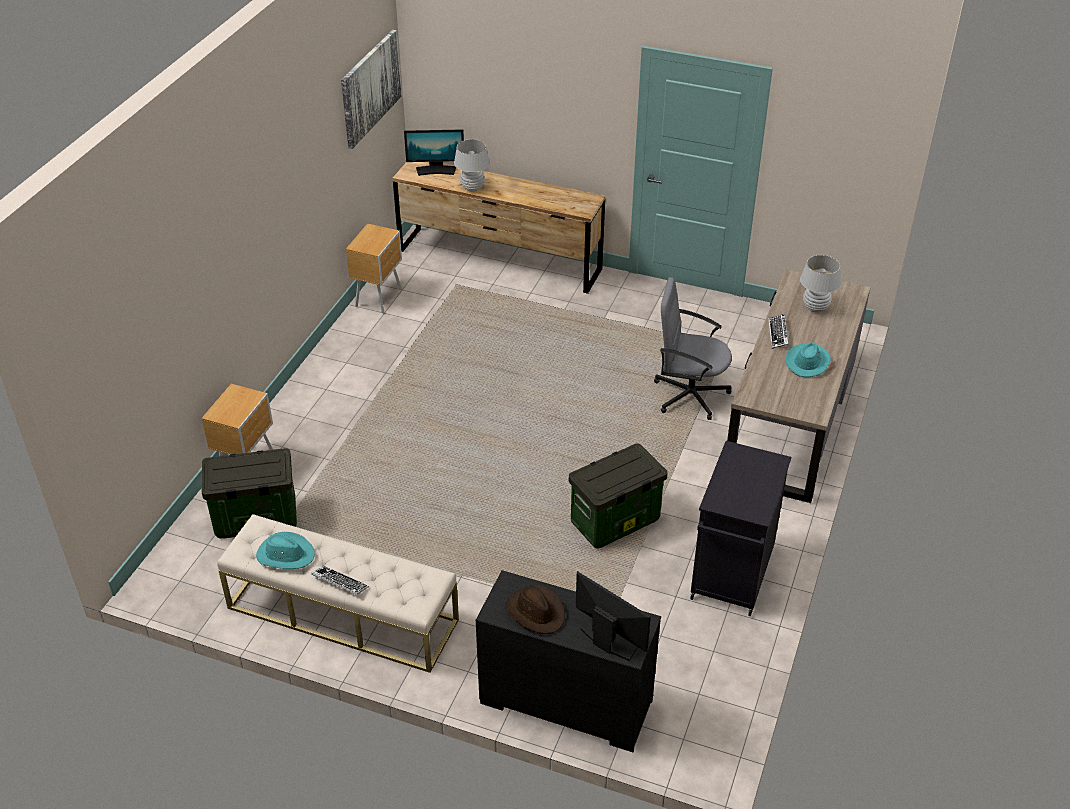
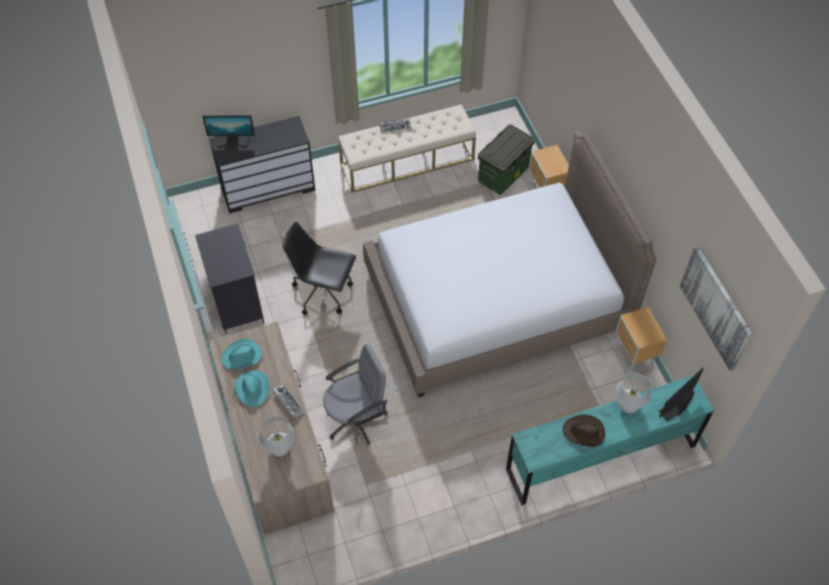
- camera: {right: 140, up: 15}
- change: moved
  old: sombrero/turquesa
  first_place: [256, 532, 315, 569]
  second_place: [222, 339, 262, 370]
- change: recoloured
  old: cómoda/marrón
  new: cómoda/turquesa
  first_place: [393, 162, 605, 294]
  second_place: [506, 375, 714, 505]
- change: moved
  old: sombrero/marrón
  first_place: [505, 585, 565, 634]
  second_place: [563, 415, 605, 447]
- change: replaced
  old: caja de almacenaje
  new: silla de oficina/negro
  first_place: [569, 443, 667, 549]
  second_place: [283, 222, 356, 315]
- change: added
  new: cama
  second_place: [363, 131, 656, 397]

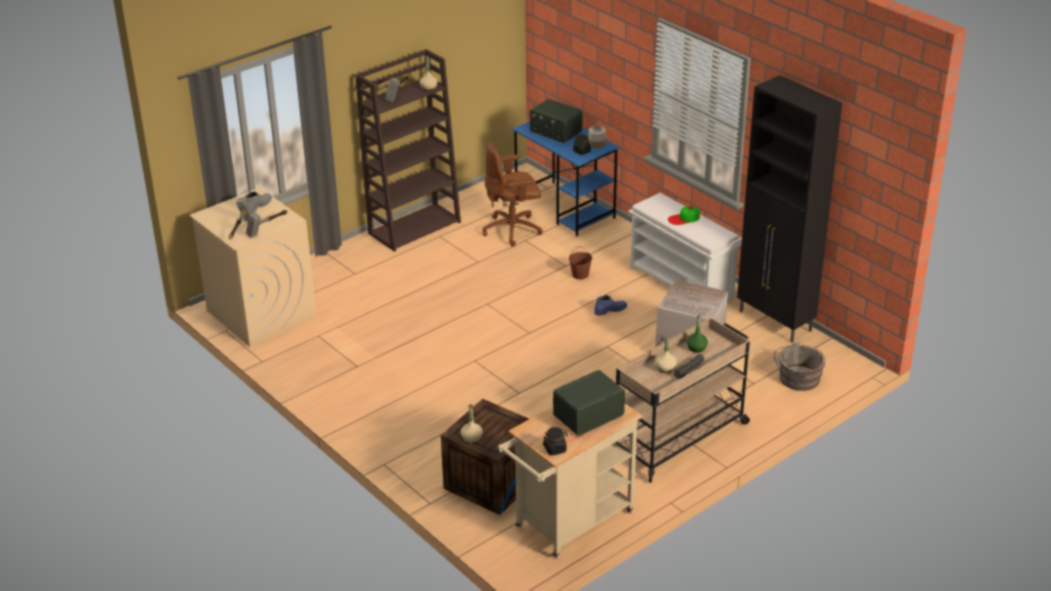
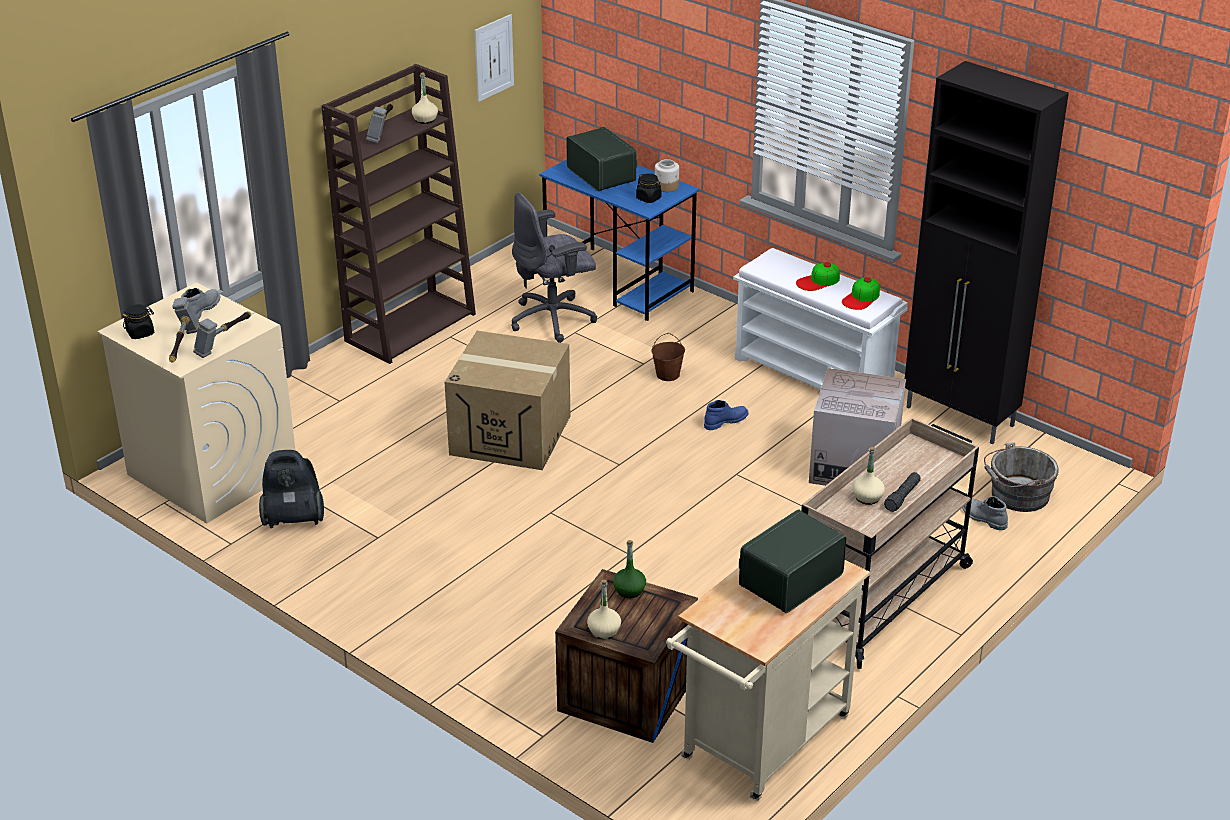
- camera: {right: -10, up: 0}
- change: recoloured
  old: silla de oficina/marrón
  new: silla de oficina/gris
  first_place: [483, 141, 543, 247]
  second_place: [511, 193, 597, 343]
- change: turned
  old: radio
  first_place: [529, 99, 583, 143]
  second_place: [566, 127, 637, 191]
  degrees: -150
- change: moved
  old: tarro/negro
  first_place: [543, 427, 568, 456]
  second_place: [123, 304, 154, 339]
- change: moved
  old: botella/verde
  first_place: [686, 314, 708, 353]
  second_place: [613, 540, 646, 598]
- change: added
  new: aspiradora
  second_place: [259, 450, 324, 528]
- change: added
  new: caja de cartón
  second_place: [445, 331, 570, 470]
- change: added
  new: cuadro
  second_place: [474, 14, 514, 102]
- change: added
  new: gorra
  second_place: [842, 277, 880, 310]
- change: added
  new: bota/gris
  second_place: [962, 496, 1008, 530]

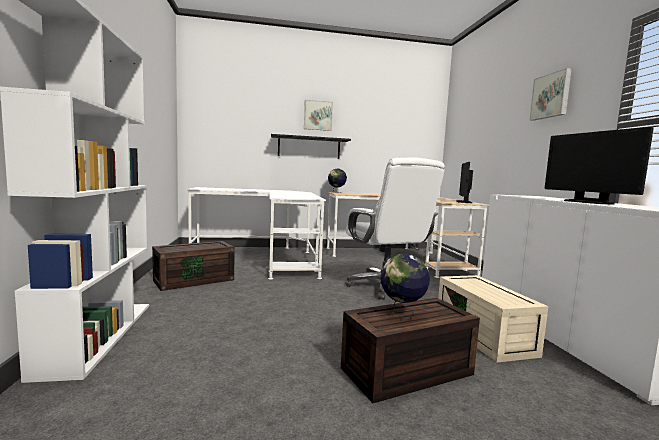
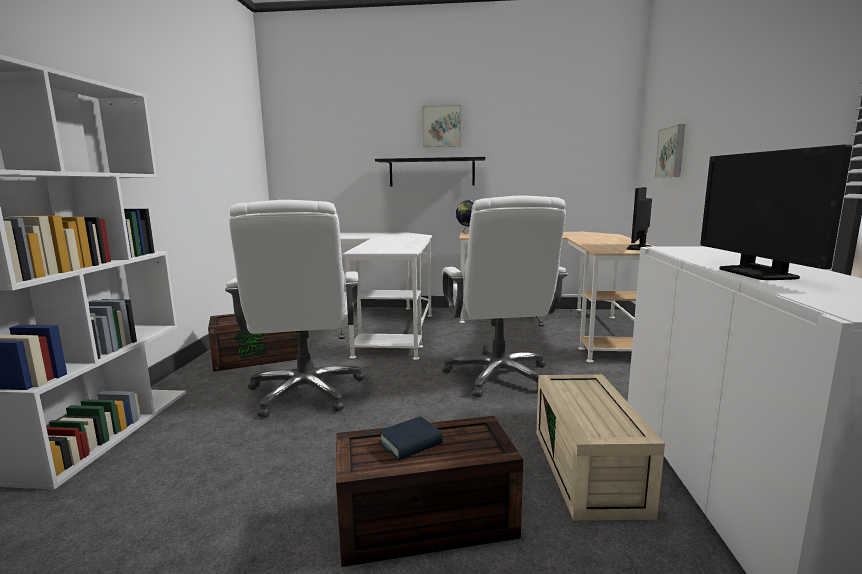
- camera: {right: 15, up: 5}
- change: replaced
  old: globo terráqueo
  new: libro
  first_place: [381, 254, 430, 319]
  second_place: [379, 416, 443, 461]
- change: moved
  old: cuadro
  first_place: [529, 68, 572, 121]
  second_place: [655, 124, 685, 178]
- change: added
  new: silla de oficina/blanco
  second_place: [225, 200, 364, 418]

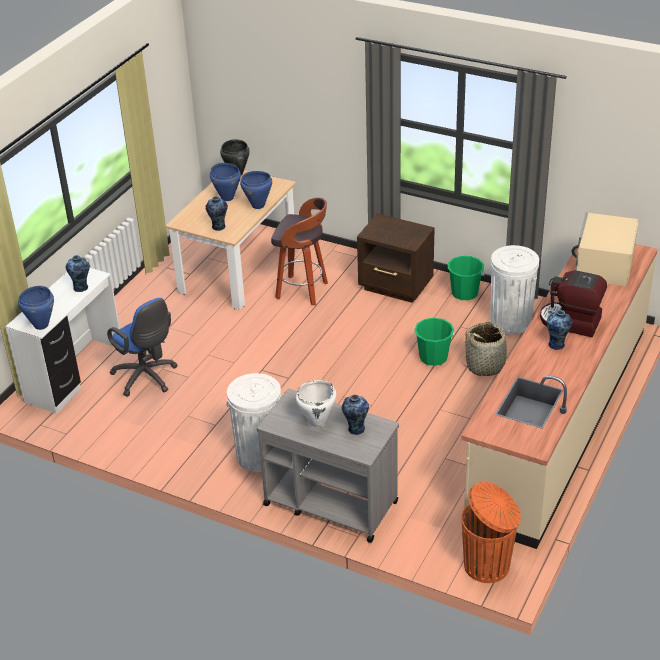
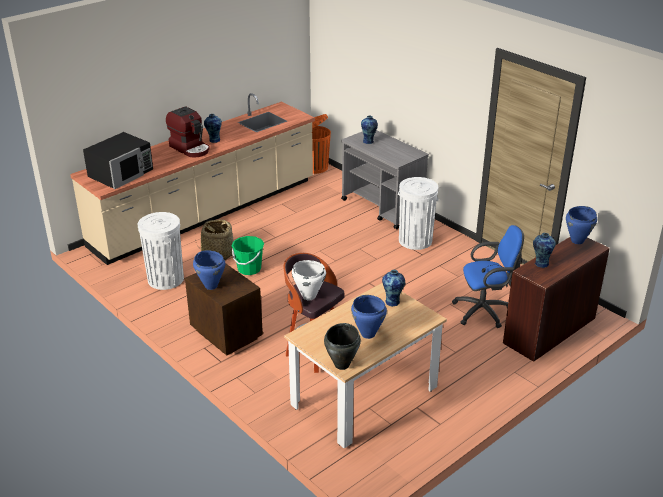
- camera: {right: -160, up: -5}
- change: recoloured
  old: escritorio/blanco
  new: escritorio/marrón
  first_place: [5, 268, 120, 414]
  second_place: [503, 237, 610, 362]
- change: turned
  old: silla de oficina/azul
  first_place: [107, 298, 178, 397]
  second_place: [452, 225, 524, 328]
  degrees: 105
- change: moved
  old: olla/azul
  first_place: [240, 171, 272, 209]
  second_place: [193, 250, 225, 290]
- change: moved
  old: olla/blanco
  first_place: [296, 380, 336, 428]
  second_place: [292, 260, 326, 300]
- change: removed
  old: cubo/verde
  first_place: [448, 256, 485, 300]
- change: recoloured
  old: microondas/beis
  new: microondas/negro
  first_place: [572, 212, 638, 286]
  second_place: [83, 132, 153, 189]

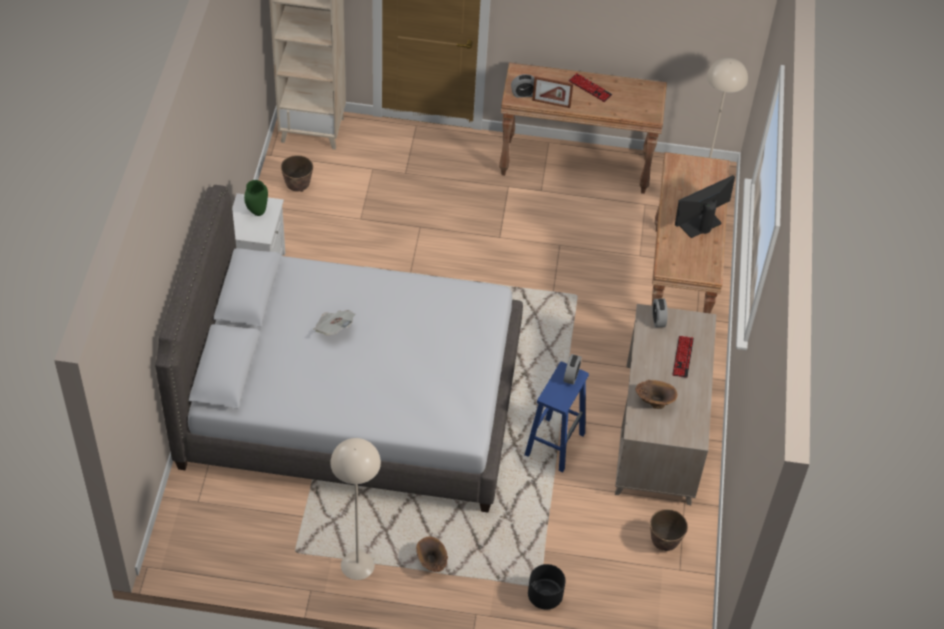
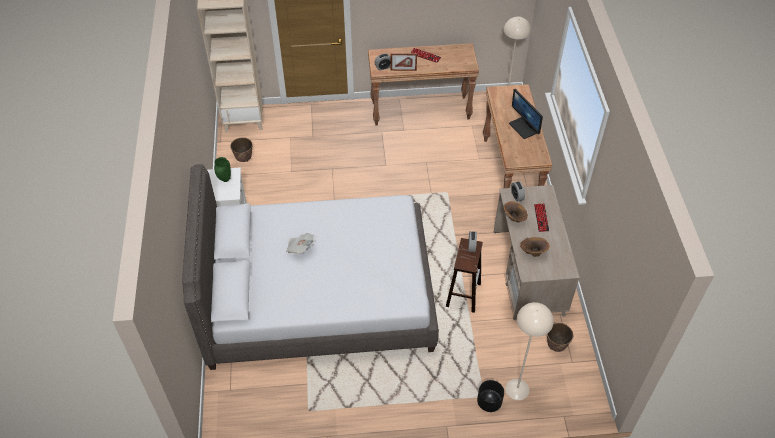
- camera: {right: -10, up: 0}
- change: moved
  old: lámpara de pie/beis
  first_place: [330, 438, 381, 580]
  second_place: [505, 302, 554, 400]
- change: moved
  old: florero/marrón
  first_place: [416, 537, 448, 572]
  second_place: [504, 201, 528, 222]
- change: recoloured
  old: taburete/azul
  new: taburete/marrón
  first_place: [525, 361, 589, 472]
  second_place: [446, 238, 483, 313]
- change: turned
  old: monitor
  first_place: [675, 175, 735, 238]
  second_place: [509, 89, 543, 139]
  degrees: -75

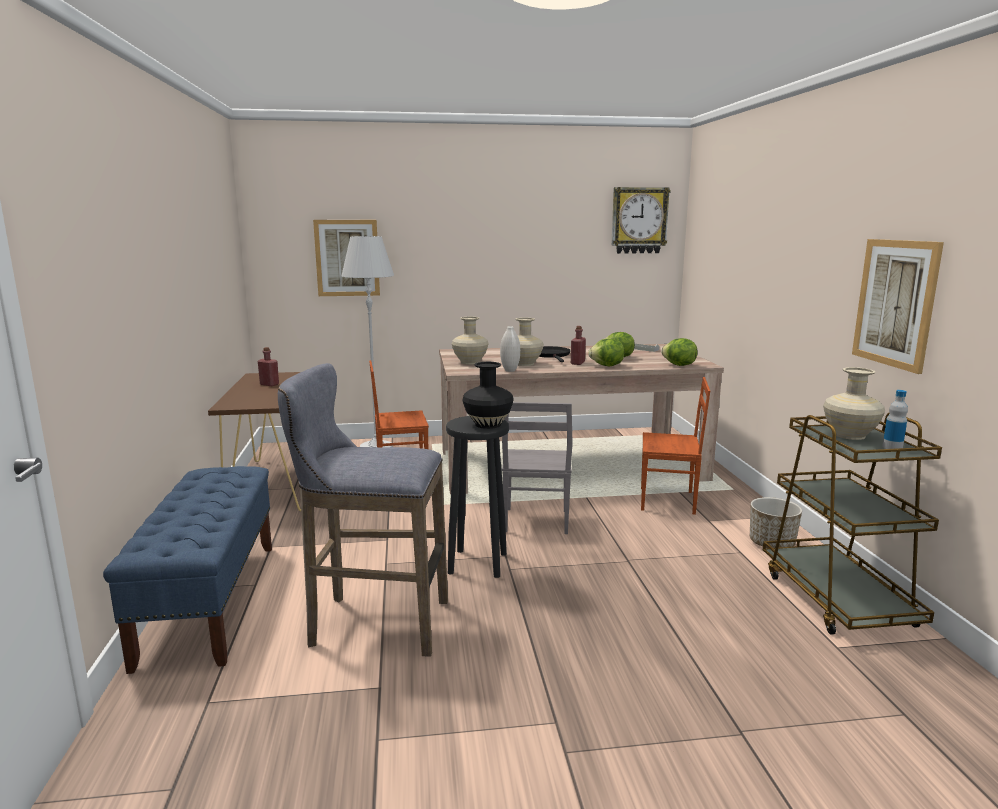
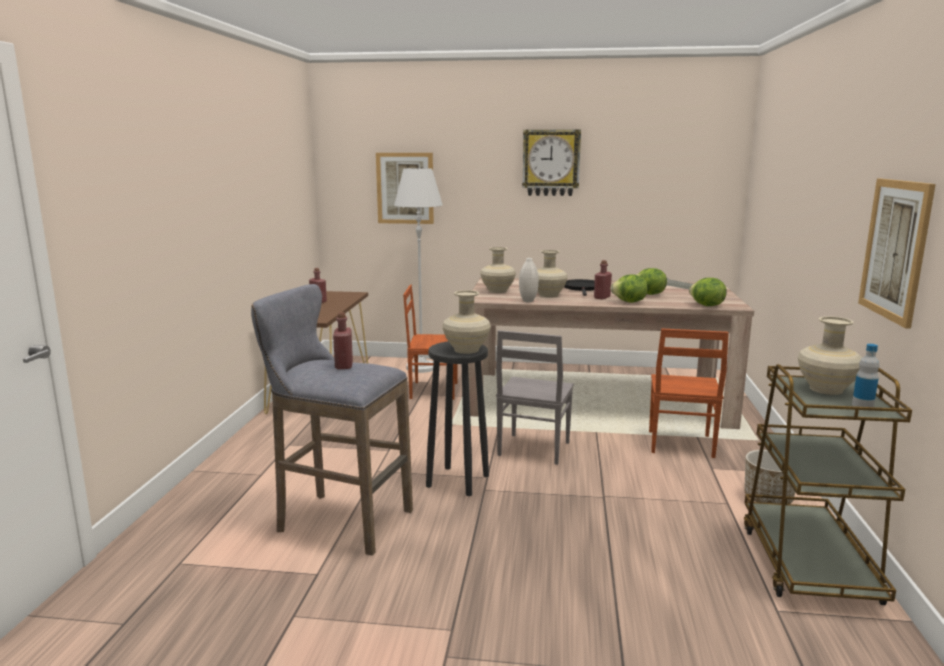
- camera: {right: 15, up: 0}
- change: removed
  old: banco/azul
  first_place: [103, 466, 272, 674]
- change: recoloured
  old: florero/negro
  new: florero/beis
  first_place: [462, 362, 514, 429]
  second_place: [442, 290, 491, 354]
- change: moved
  old: reloj de pared
  first_place: [611, 187, 671, 254]
  second_place: [522, 129, 581, 196]
- change: turned
  old: silla/marrón
  first_place: [641, 377, 710, 515]
  second_place: [649, 329, 729, 458]
  degrees: 75
- change: added
  new: botella/rojo
  second_place: [333, 312, 353, 369]

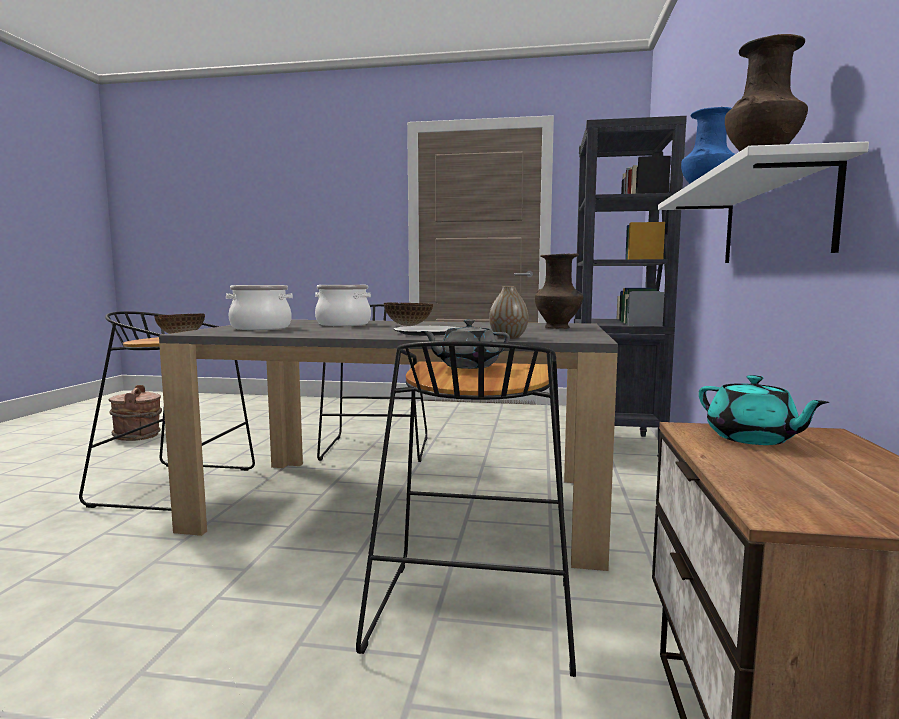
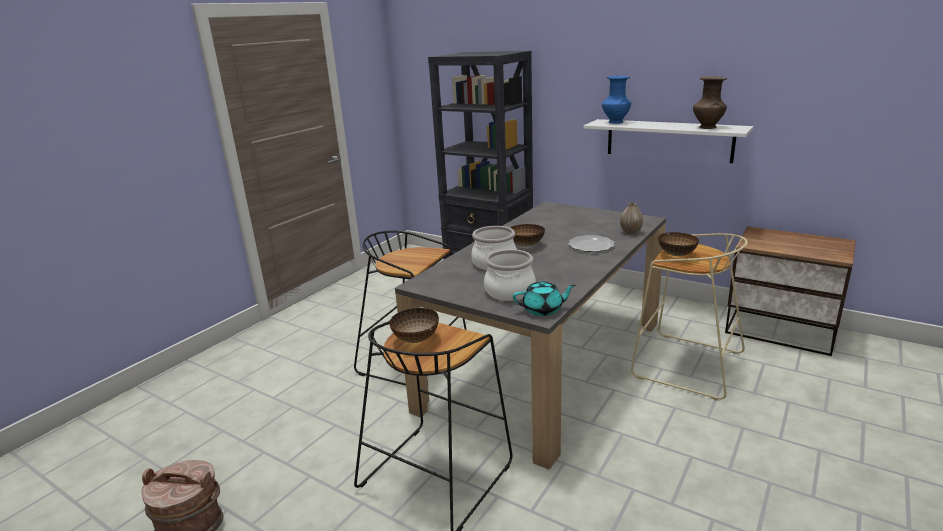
- camera: {right: -65, up: 15}
- change: recoloured
  old: taburete/negro
  new: taburete/beis
  first_place: [356, 341, 576, 677]
  second_place: [631, 233, 748, 400]
- change: replaced
  old: tetera/gris
  new: cuenco
  first_place: [420, 319, 510, 369]
  second_place: [658, 232, 699, 256]
- change: removed
  old: florero/marrón
  first_place: [535, 253, 583, 329]
- change: moved
  old: tetera/turquesa
  first_place: [699, 375, 829, 445]
  second_place: [513, 281, 576, 316]

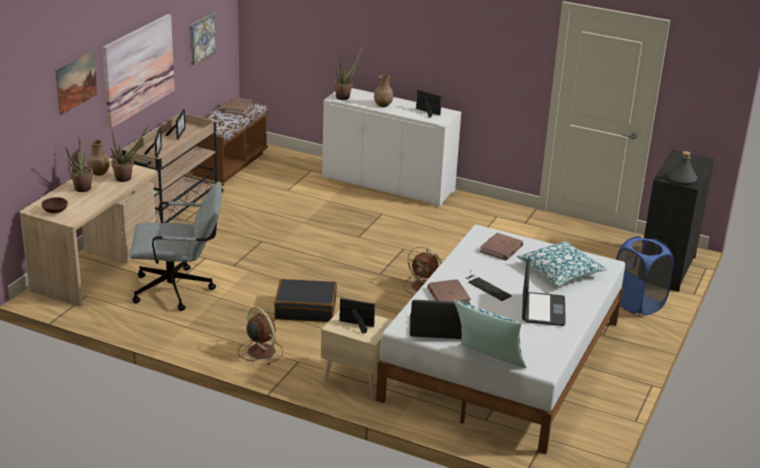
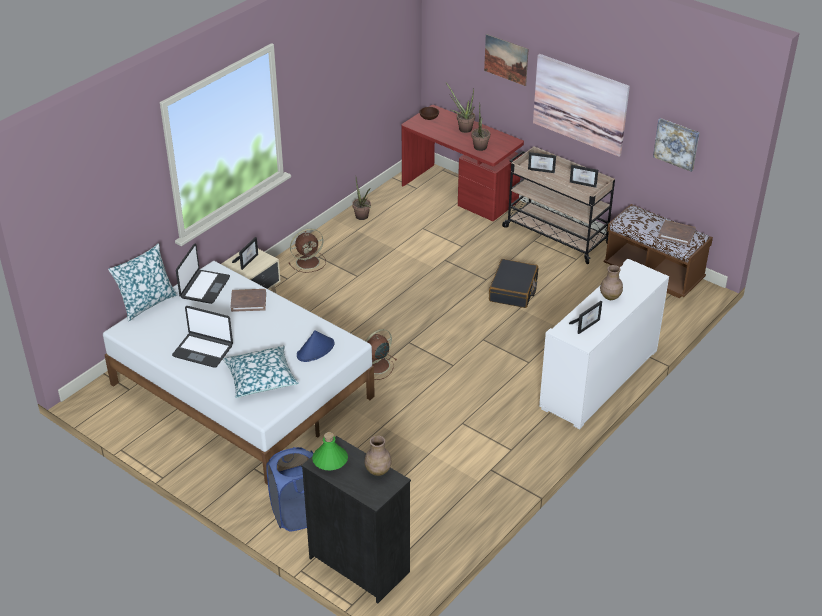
- camera: {right: 105, up: 10}
- change: recoloured
  old: escritorio/beis
  new: escritorio/rojo
  first_place: [20, 158, 157, 306]
  second_place: [401, 105, 524, 221]
- change: moved
  old: florero/marrón
  first_place: [87, 140, 110, 176]
  second_place: [365, 436, 392, 476]
- change: removed
  old: silla de oficina/gris
  first_place: [129, 181, 222, 311]
- change: moved
  old: maleta/negro
  first_place: [274, 279, 337, 322]
  second_place: [489, 259, 538, 308]
- change: moved
  old: planta en maceta
  first_place: [333, 46, 363, 100]
  second_place: [352, 178, 371, 220]
- change: removed
  old: teclado
  first_place: [465, 273, 512, 301]
- change: replaced
  old: libro/marrón
  new: sombrero/azul
  first_place: [480, 233, 524, 260]
  second_place: [297, 330, 334, 362]
- change: recoloured
  old: botella/gris
  new: botella/verde
  first_place: [667, 151, 698, 185]
  second_place: [312, 432, 348, 470]

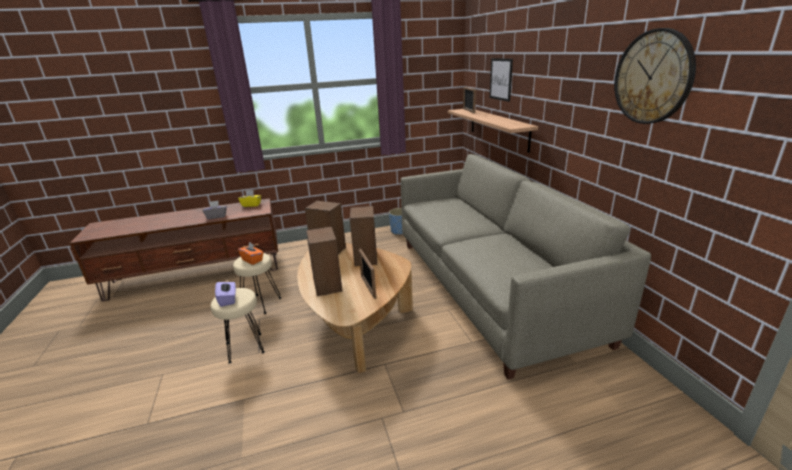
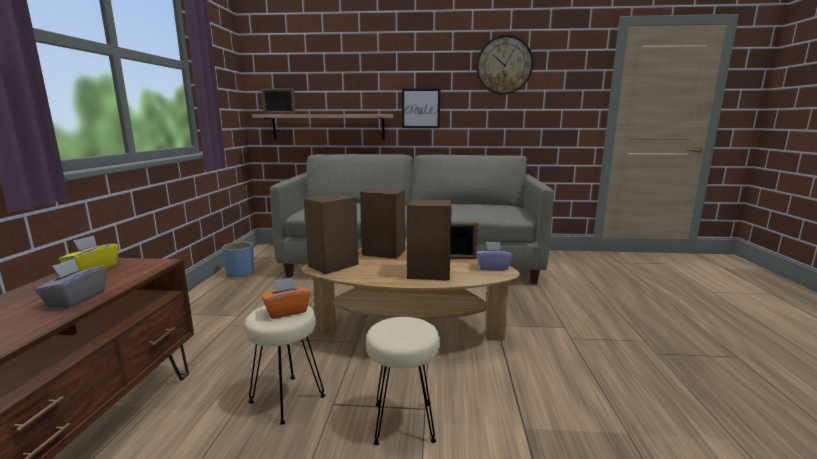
- camera: {right: -70, up: -10}
- change: moved
  old: caja de pañuelos/morado
  first_place: [215, 281, 236, 307]
  second_place: [476, 242, 513, 270]
- change: moved
  old: cuadro
  first_place: [490, 58, 513, 102]
  second_place: [402, 88, 440, 128]

